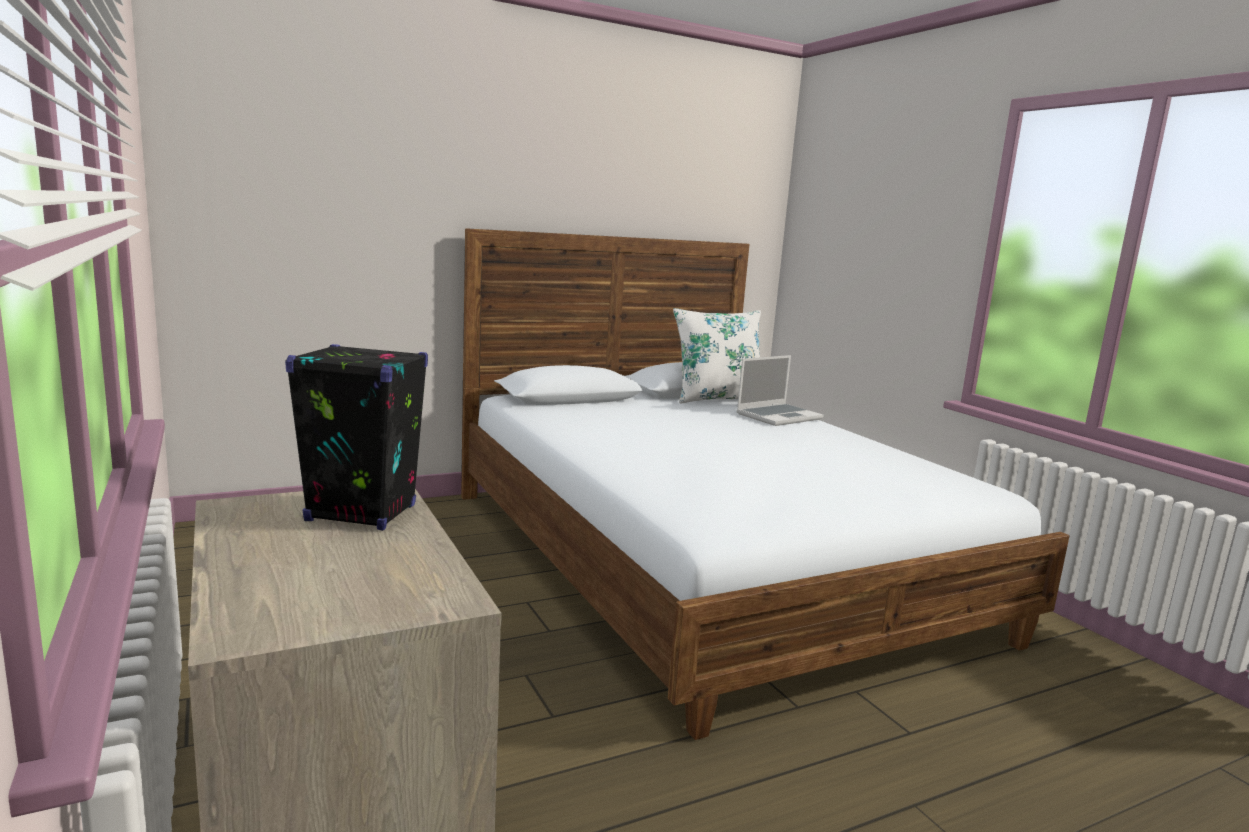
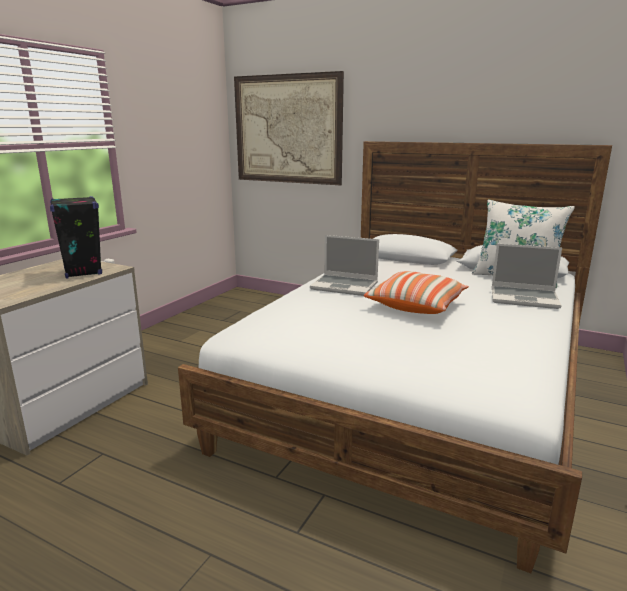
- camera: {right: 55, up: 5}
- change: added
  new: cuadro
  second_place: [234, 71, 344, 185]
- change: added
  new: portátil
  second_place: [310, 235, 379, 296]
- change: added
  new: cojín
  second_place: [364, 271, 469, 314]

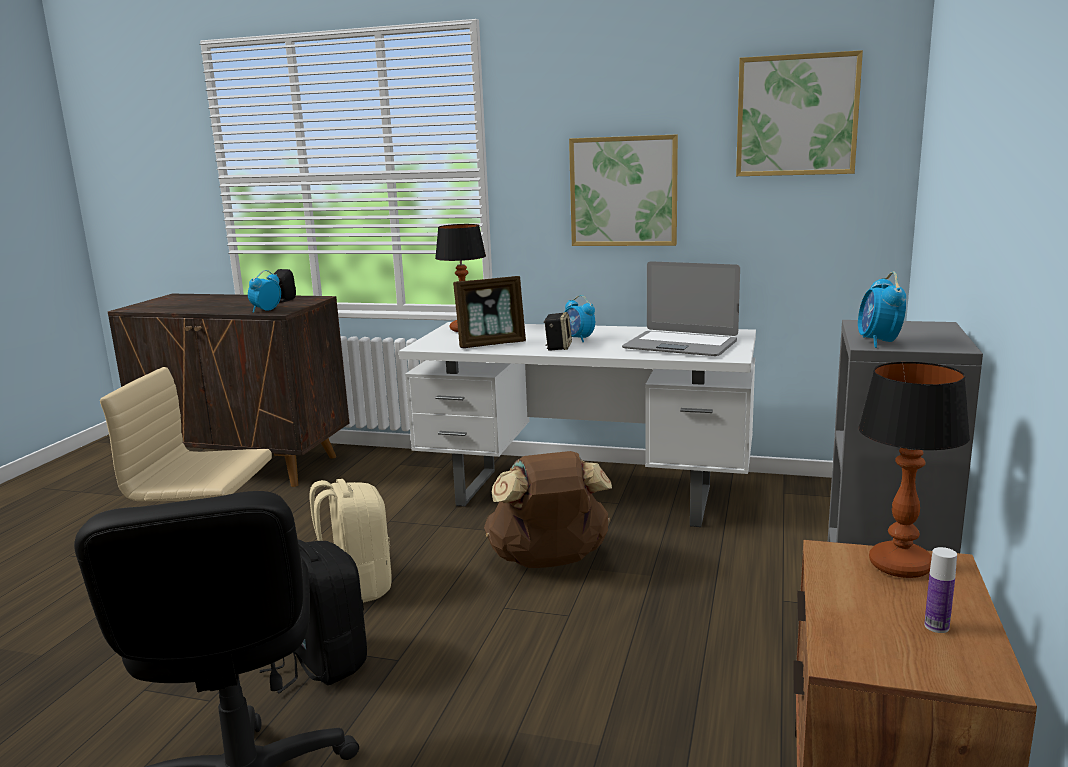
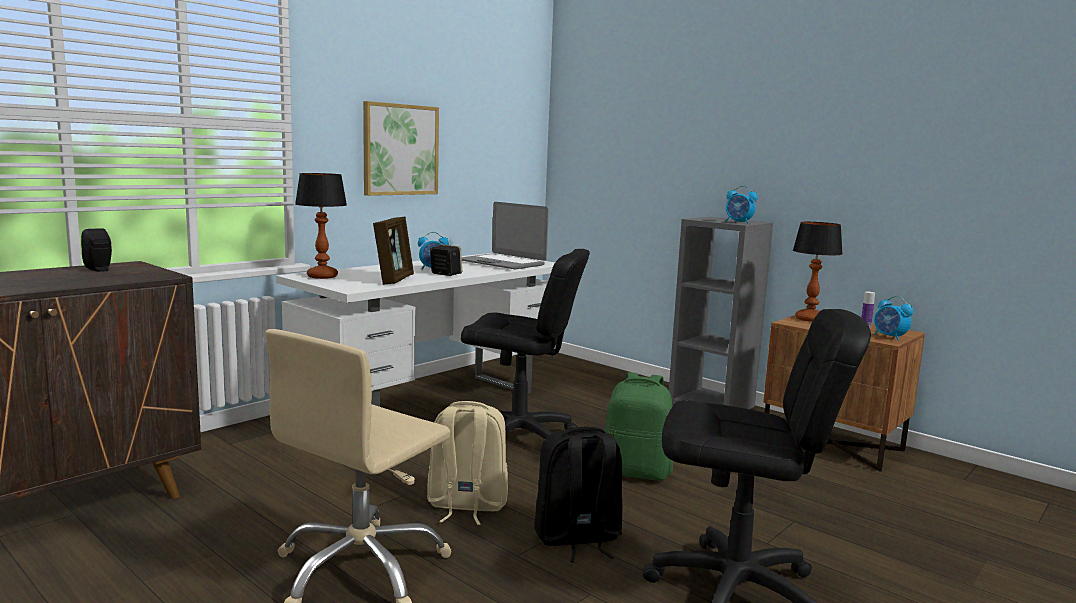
- camera: {right: -65, up: -5}
- change: moved
  old: despertador
  first_place: [248, 270, 281, 313]
  second_place: [874, 296, 913, 341]
- change: replaced
  old: mochila/marrón
  new: silla de oficina/negro
  first_place: [484, 451, 612, 568]
  second_place: [461, 249, 590, 439]
- change: turned
  old: portátil
  first_place: [622, 261, 740, 356]
  second_place: [462, 202, 549, 269]
  degrees: 75
- change: removed
  old: cuadro
  first_place: [736, 50, 863, 176]
- change: added
  new: mochila/verde
  second_place: [605, 372, 673, 481]

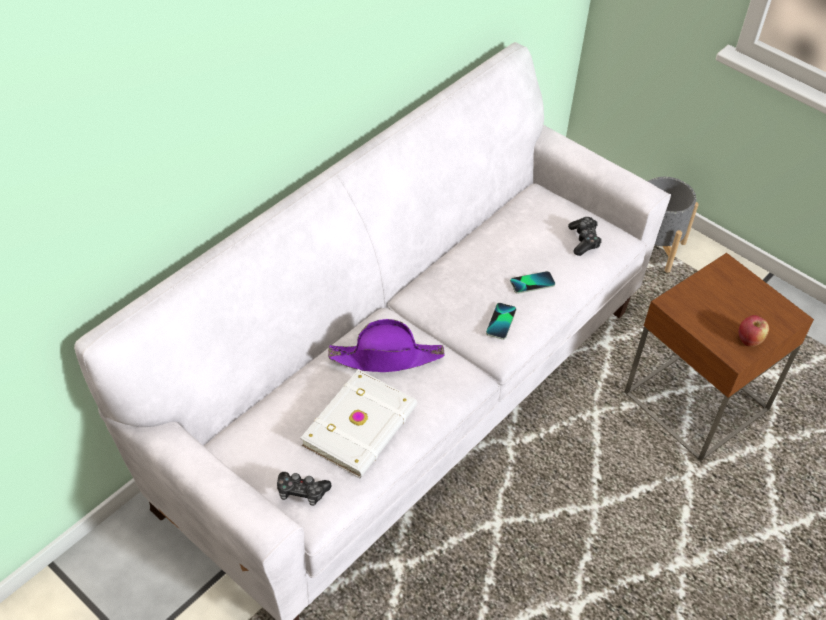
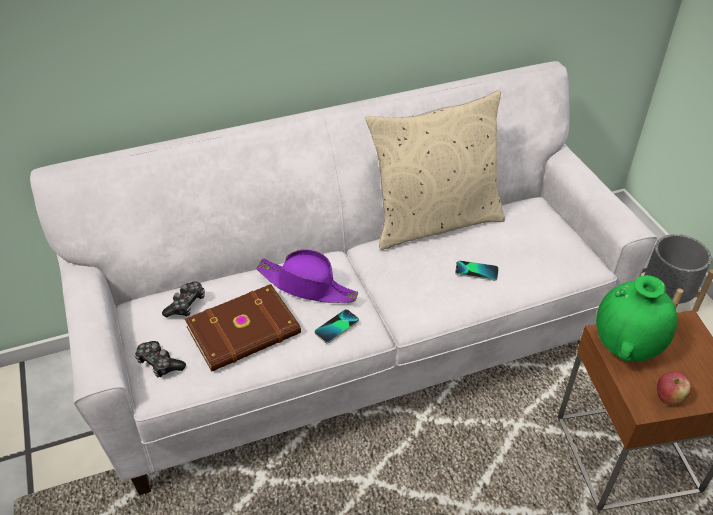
- camera: {right: 30, up: -5}
- change: recoloured
  old: libro/blanco
  new: libro/marrón
  first_place: [301, 369, 417, 478]
  second_place: [185, 284, 301, 372]
- change: moved
  old: móvil
  first_place: [486, 303, 516, 340]
  second_place: [314, 309, 359, 344]
- change: moved
  old: mando de consola
  first_place: [568, 217, 602, 256]
  second_place: [162, 281, 205, 317]
- change: added
  new: cojín/beis
  second_place: [365, 90, 505, 250]
- change: added
  new: florero/verde
  second_place: [596, 275, 677, 361]

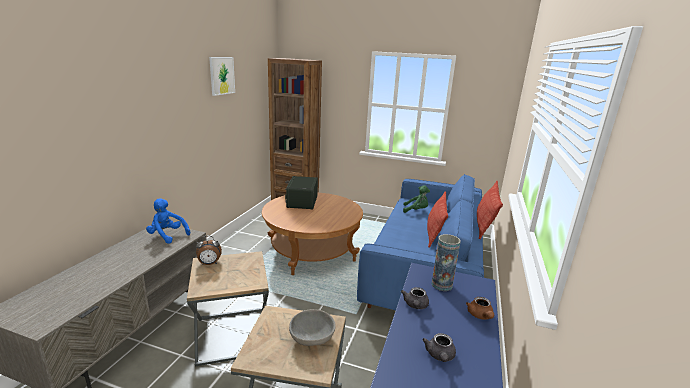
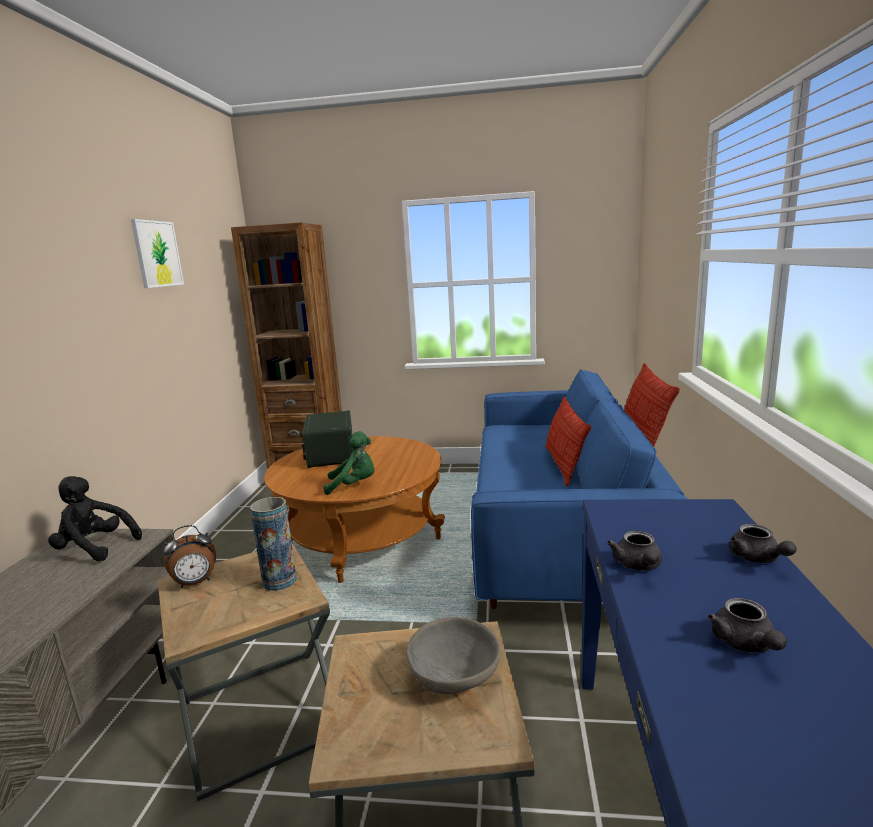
- camera: {right: -10, up: -5}
- change: recoloured
  old: peluche/azul
  new: peluche/negro
  first_place: [146, 199, 190, 244]
  second_place: [48, 476, 142, 561]
- change: moved
  old: peluche/verde
  first_place: [403, 185, 430, 213]
  second_place: [323, 431, 374, 495]
- change: moved
  old: florero
  first_place: [432, 234, 461, 291]
  second_place: [250, 497, 297, 591]
- change: recoloured
  old: tetera/marrón
  new: tetera/gris
  first_place: [466, 297, 494, 320]
  second_place: [729, 524, 797, 563]

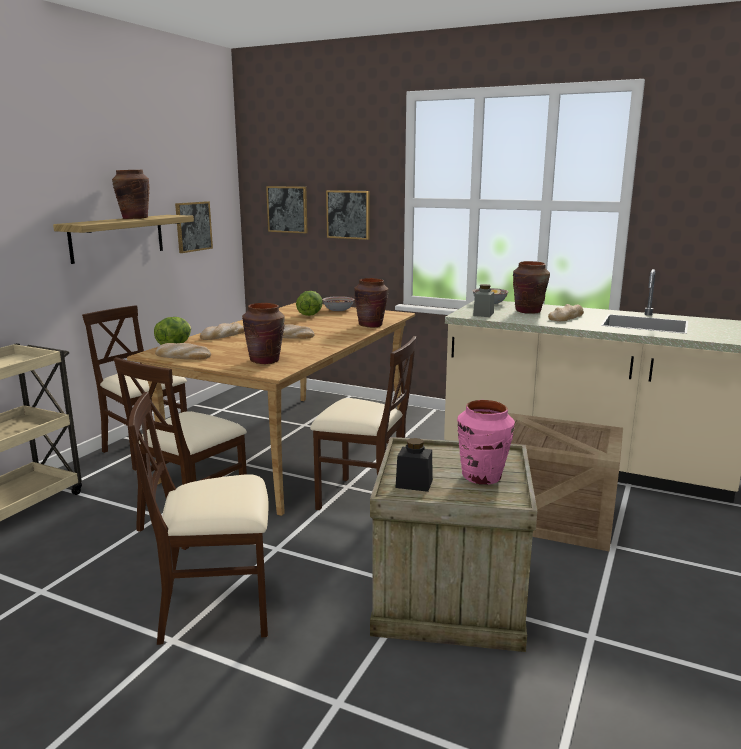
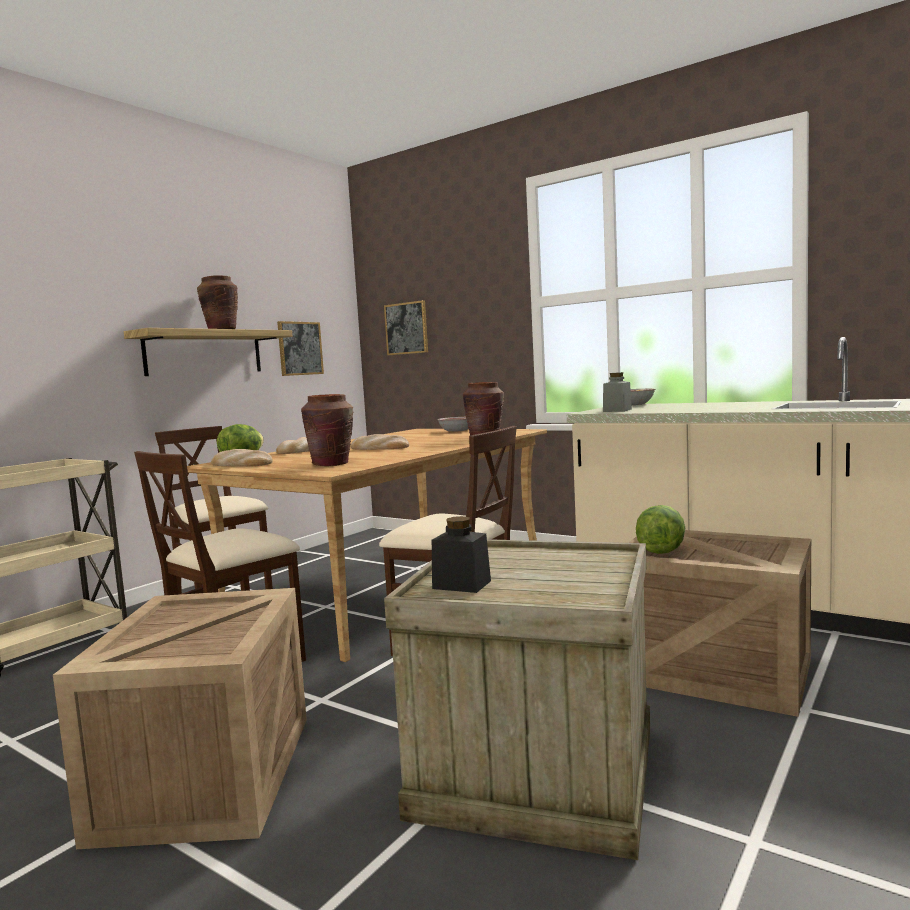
- camera: {right: 10, up: -10}
- change: replaced
  old: silla/beis
  new: caja de embalaje
  first_place: [129, 392, 269, 645]
  second_place: [53, 588, 307, 849]
- change: moved
  old: lechuga
  first_place: [296, 291, 323, 316]
  second_place: [636, 505, 685, 554]
- change: removed
  old: cuadro
  first_place: [326, 190, 369, 240]
- change: removed
  old: florero/rosa
  first_place: [457, 400, 515, 485]
- change: removed
  old: florero/marrón
  first_place: [513, 261, 550, 314]
- change: removed
  old: pan
  first_place: [548, 304, 584, 321]

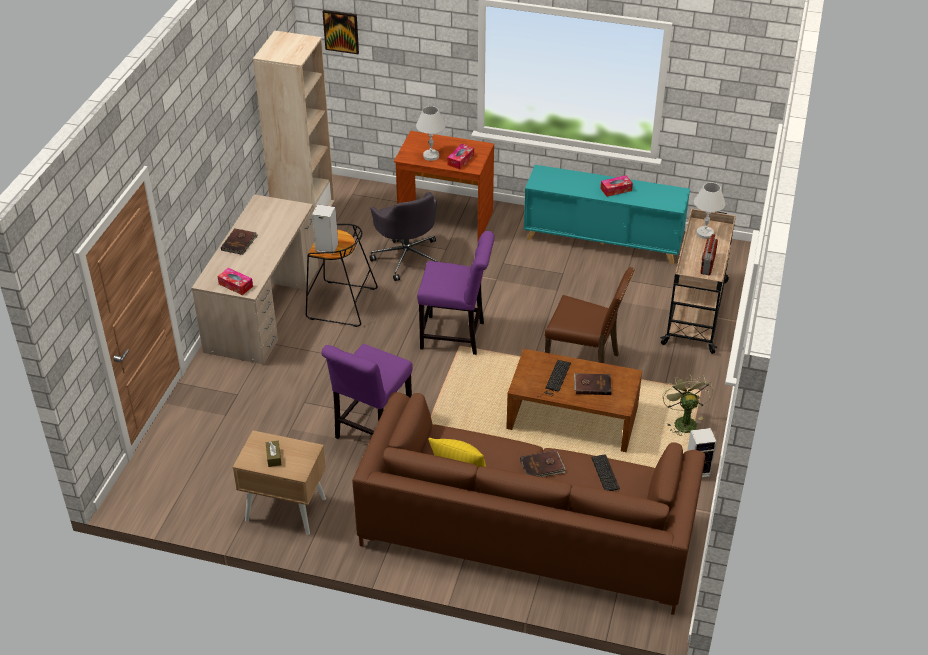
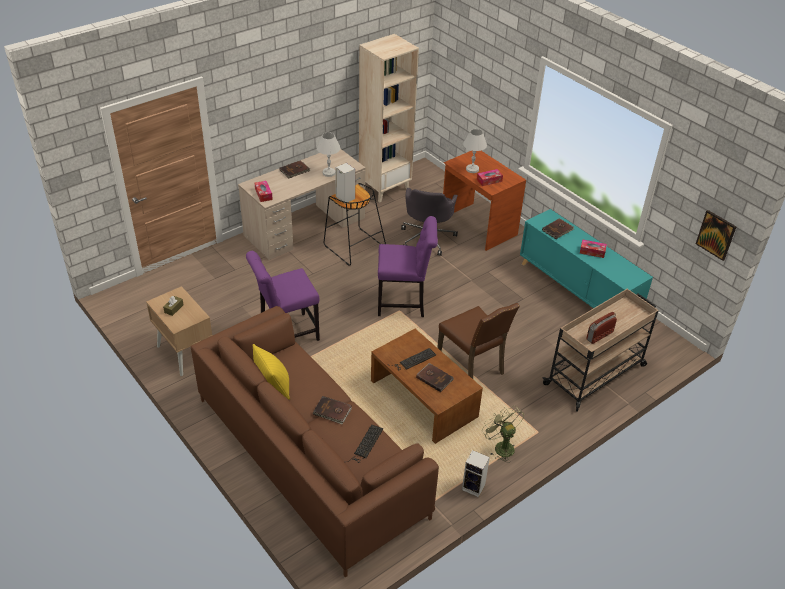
- camera: {right: 35, up: 0}
- change: moved
  old: cuadro
  first_place: [322, 10, 359, 54]
  second_place: [696, 210, 736, 261]
- change: turned
  old: silla/morado
  first_place: [417, 231, 494, 355]
  second_place: [378, 216, 438, 317]
  degrees: -45
- change: turned
  old: ventilador/verde
  first_place: [662, 375, 713, 436]
  second_place: [482, 405, 524, 463]
  degrees: -60
- change: moved
  old: lámpara de mesa/blanco
  first_place: [694, 183, 725, 239]
  second_place: [317, 132, 340, 177]
- change: added
  new: libro/marrón
  second_place: [542, 218, 574, 239]

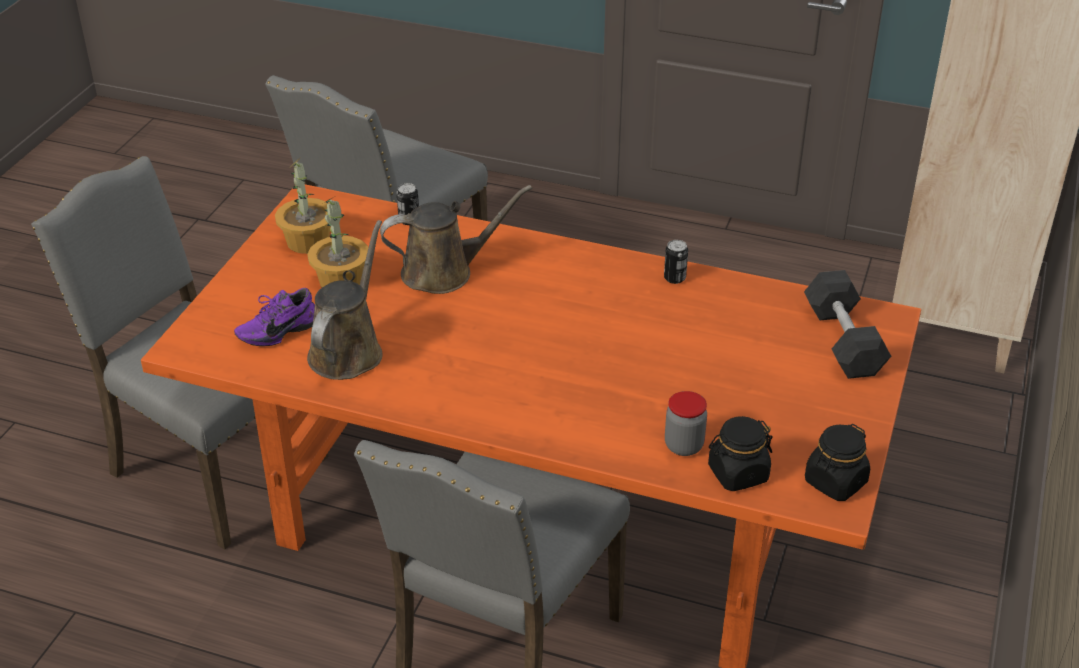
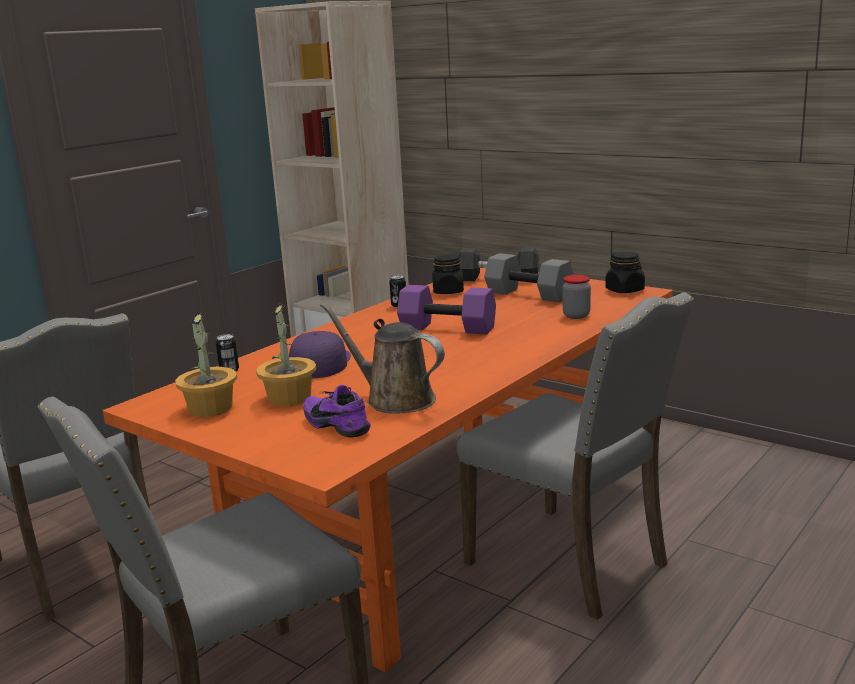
- camera: {right: -70, up: -20}
- change: turned
  old: zapato/morado
  first_place: [234, 288, 315, 346]
  second_place: [303, 385, 371, 438]
  degrees: 150
- change: replaced
  old: regadera/marrón
  new: gorra/morado
  first_place: [380, 185, 532, 294]
  second_place: [289, 331, 351, 378]
- change: moved
  old: tarro/negro
  first_place: [708, 416, 773, 491]
  second_place: [432, 254, 464, 294]
- change: added
  new: mancuerna/morado
  second_place: [397, 285, 496, 335]
- change: added
  new: mancuerna/gris
  second_place: [484, 253, 574, 302]

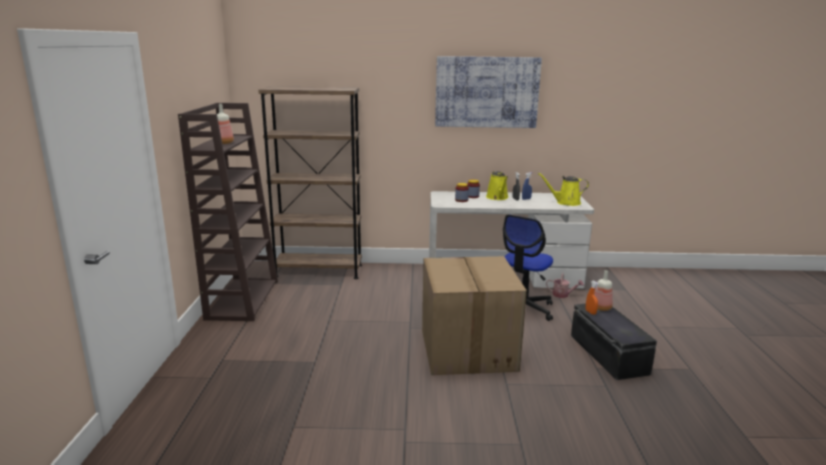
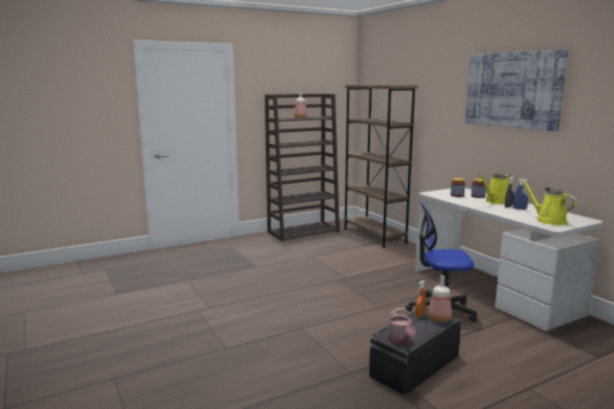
- camera: {right: 60, up: -5}
- change: removed
  old: caja de cartón
  first_place: [422, 256, 527, 375]
- change: moved
  old: regadera
  first_place: [546, 273, 584, 298]
  second_place: [387, 308, 416, 345]

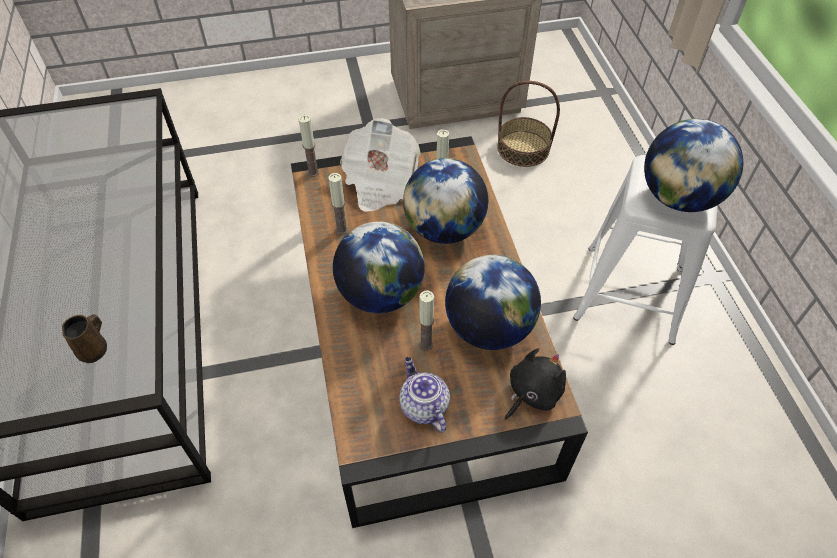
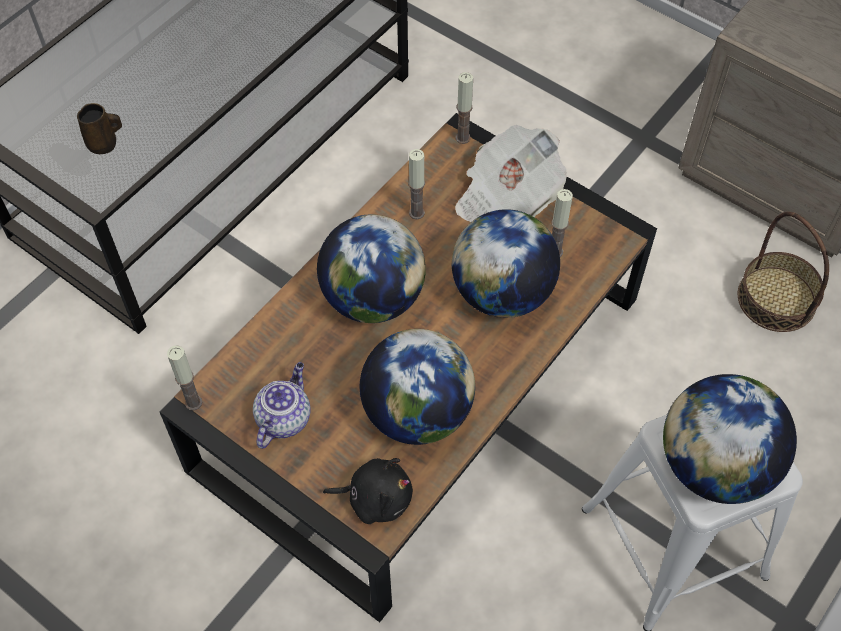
- camera: {right: 50, up: 5}
- change: moved
  old: vela
  first_place: [419, 290, 434, 351]
  second_place: [167, 345, 202, 410]

